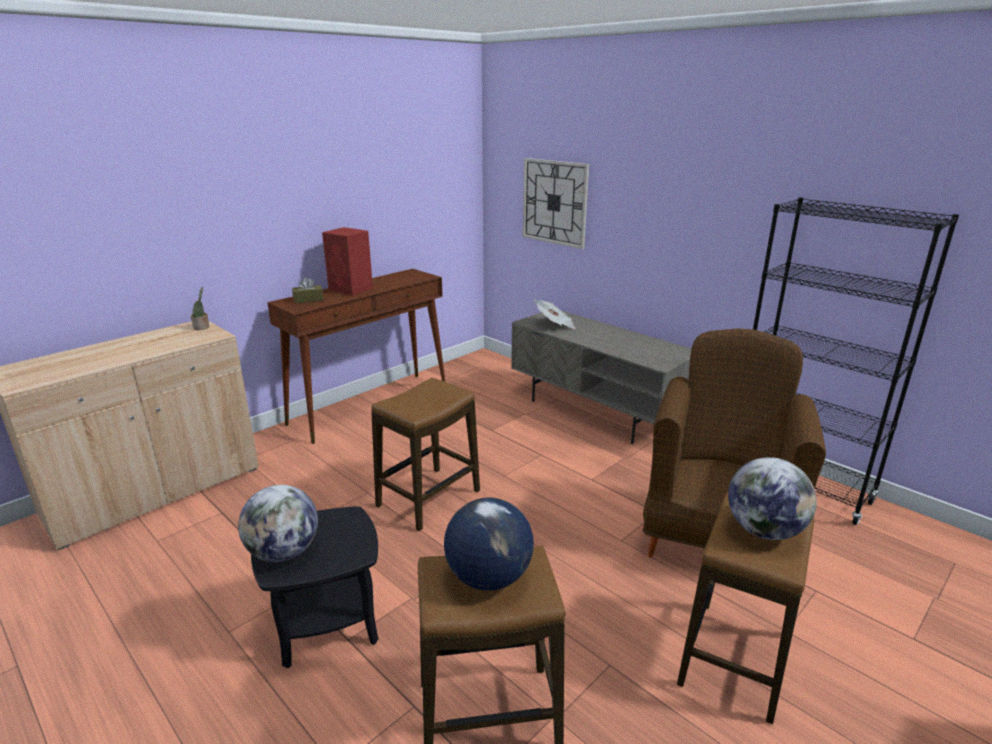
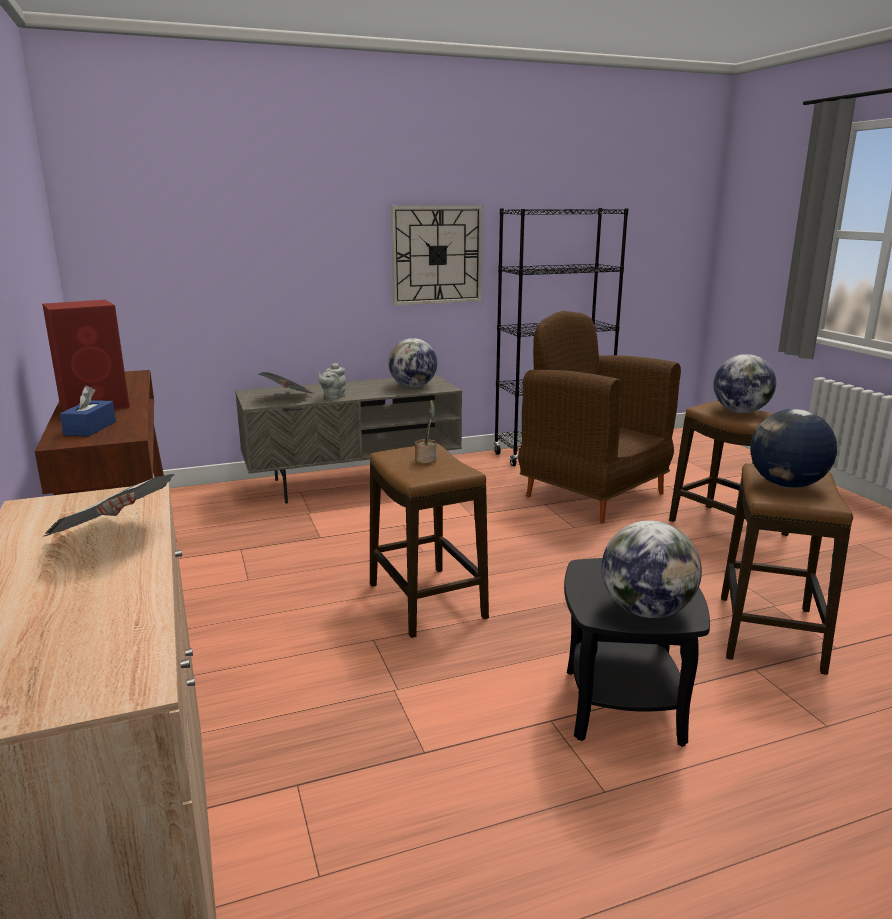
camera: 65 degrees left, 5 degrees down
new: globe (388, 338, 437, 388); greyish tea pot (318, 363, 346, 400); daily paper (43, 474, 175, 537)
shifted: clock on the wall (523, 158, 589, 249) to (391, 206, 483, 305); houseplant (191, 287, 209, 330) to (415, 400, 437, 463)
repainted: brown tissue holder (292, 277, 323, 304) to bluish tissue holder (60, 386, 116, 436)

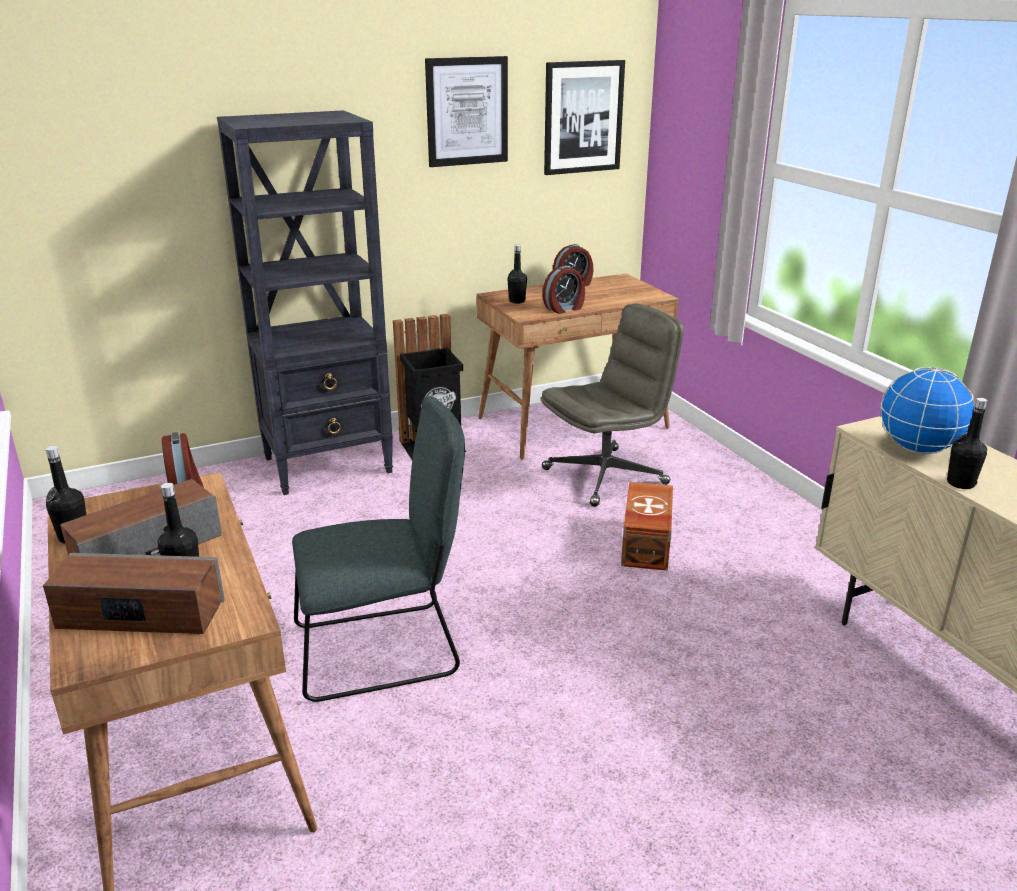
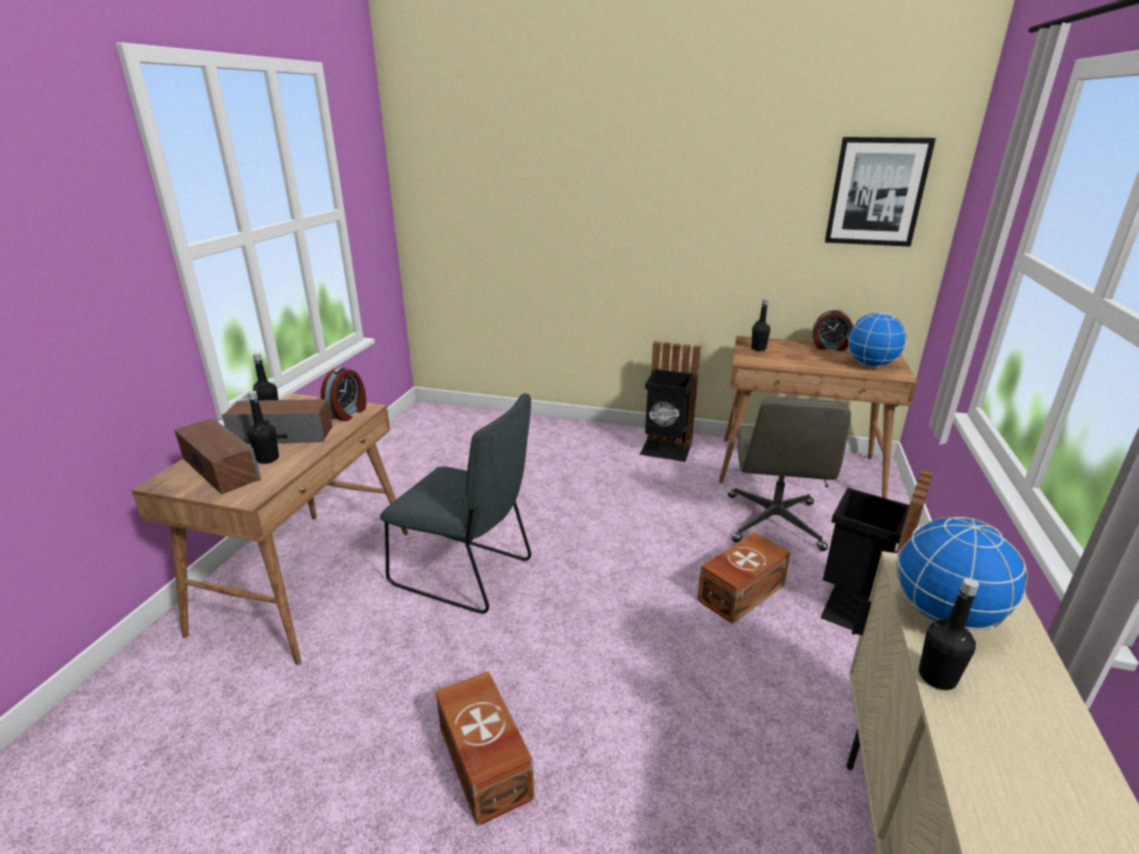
camera: 40 degrees right, 0 degrees up
gone: picture (425, 56, 508, 167); blackish shelving unit (217, 110, 393, 495); alarm clock (543, 265, 585, 314)
new: globe (847, 312, 907, 367); blackish trash can (820, 469, 934, 630); brown storage container (436, 671, 534, 826)
rotated: greyish office chair (541, 304, 684, 507) = (728, 397, 851, 551) 90 degrees clockwise

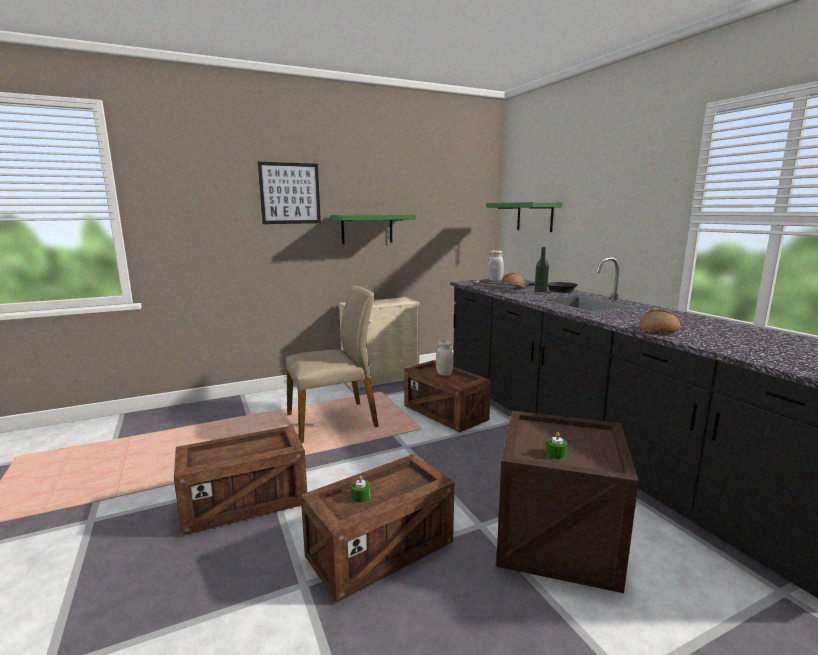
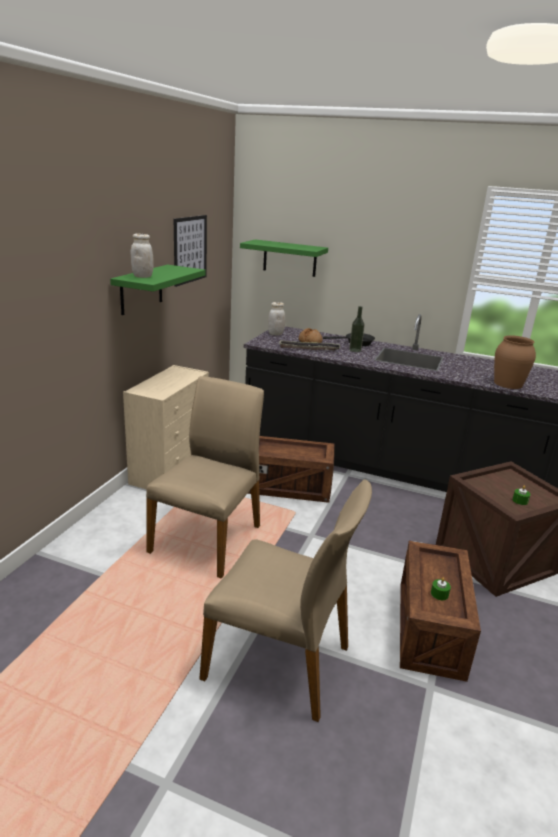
camera: 45 degrees left, 10 degrees up
shifted: picture (258, 162, 321, 224) to (174, 215, 207, 287); whitish jar (436, 340, 453, 376) to (131, 234, 153, 278)
swapped: bakery bread (639, 309, 680, 333) to brown decorative vase (494, 335, 536, 389); packing crate (174, 425, 307, 536) to sand-coloured upright chair (199, 479, 372, 722)

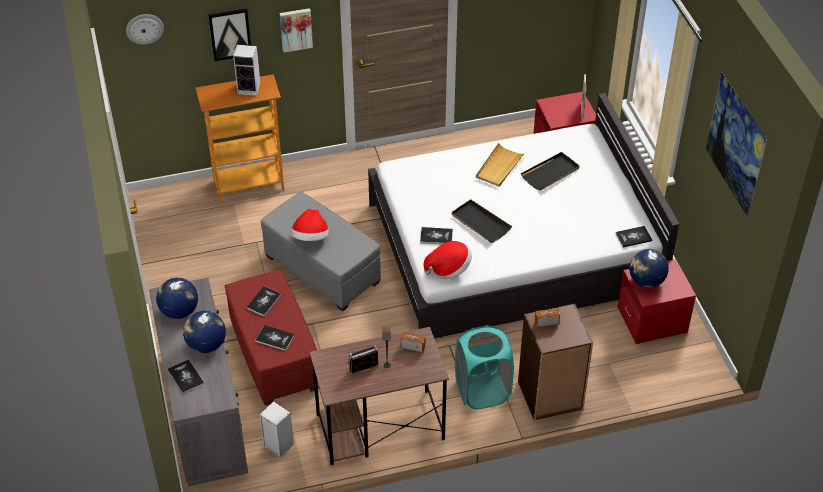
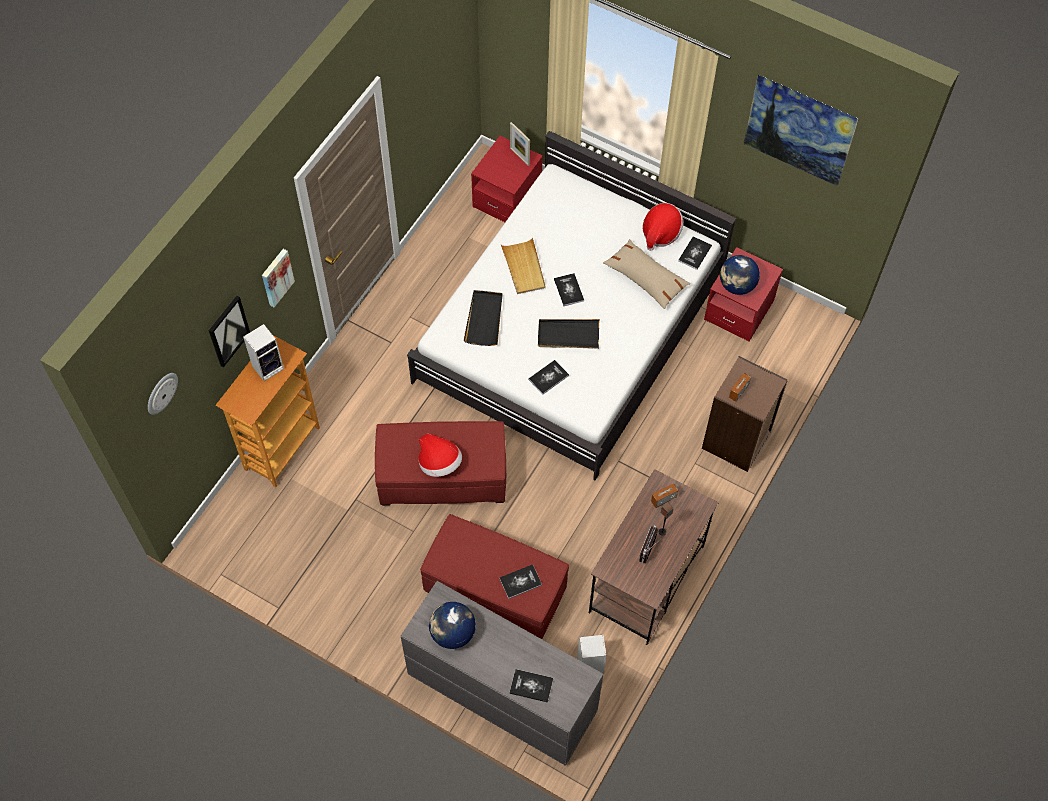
camera: 45 degrees left, 15 degrees up
gone: globe (183, 311, 226, 353); turquoise washing basket (455, 325, 514, 409)
new: sand-coloured throw pillow (603, 239, 691, 309)
shifted: blackish serving tray (521, 152, 580, 191) to (463, 290, 503, 346); hat (424, 241, 472, 279) to (642, 203, 683, 251); volume (246, 286, 281, 317) to (554, 273, 584, 306)
repainted: greyish pouffe (260, 192, 381, 312) to reddish pouffe (375, 421, 506, 506)

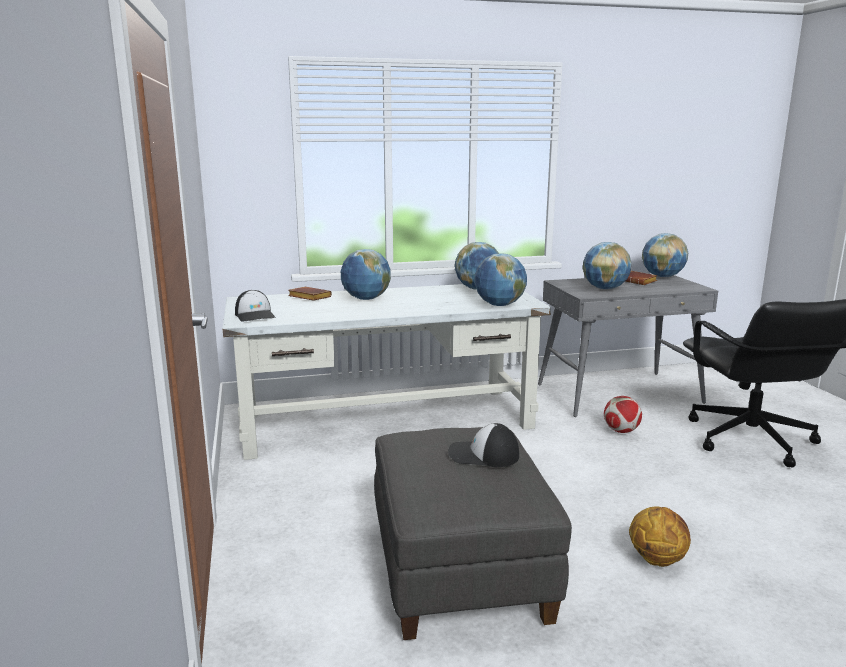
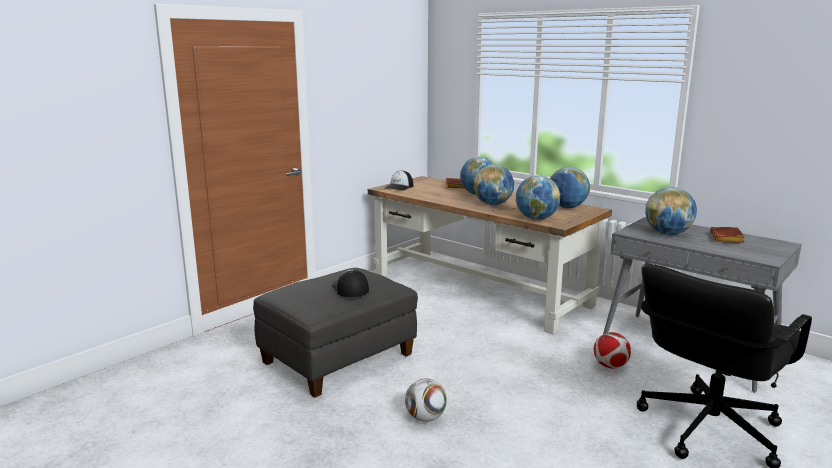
camera: 55 degrees right, 0 degrees up
shifted: globe (642, 233, 688, 277) to (474, 165, 514, 205)
swapped: ball for basketball (629, 506, 691, 567) to football (405, 379, 447, 422)
repainted: whitish desk table (222, 284, 551, 460) to brown desk table (368, 176, 612, 335)

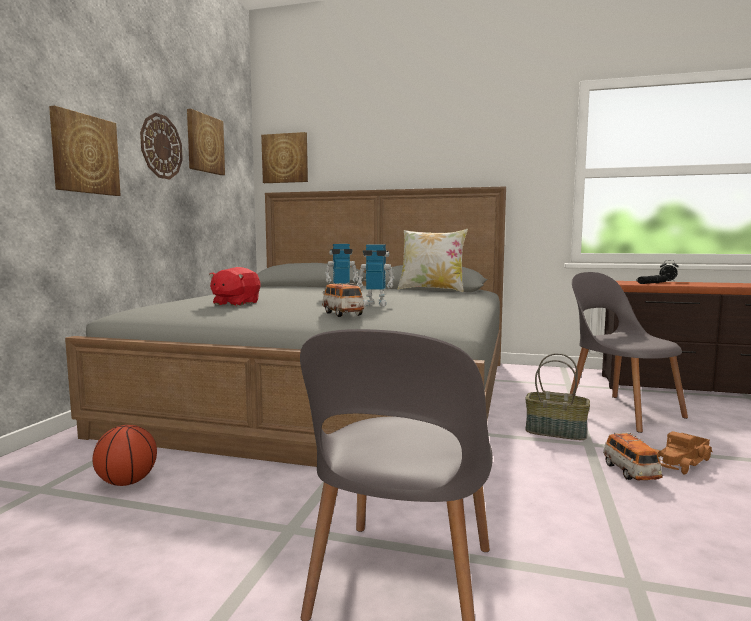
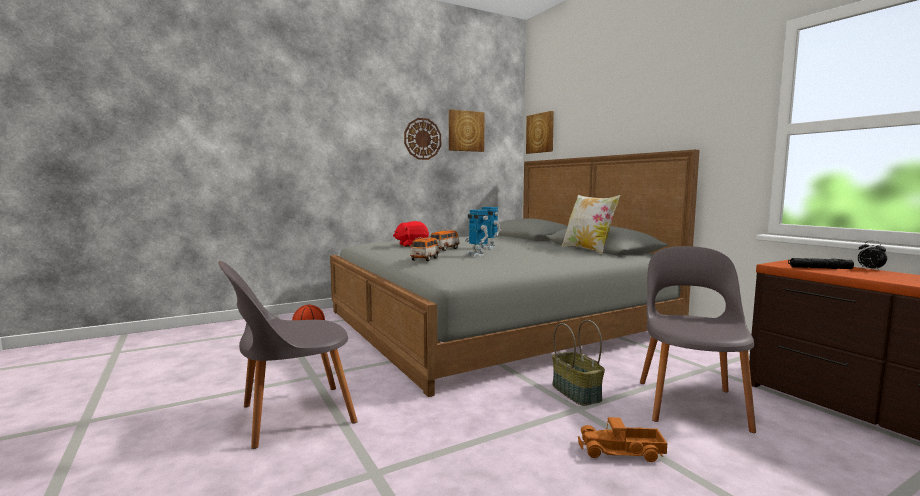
camera: 45 degrees right, 0 degrees up
gone: picture (49, 106, 121, 196)
shifted: model car (603, 432, 663, 481) to (430, 229, 459, 251)

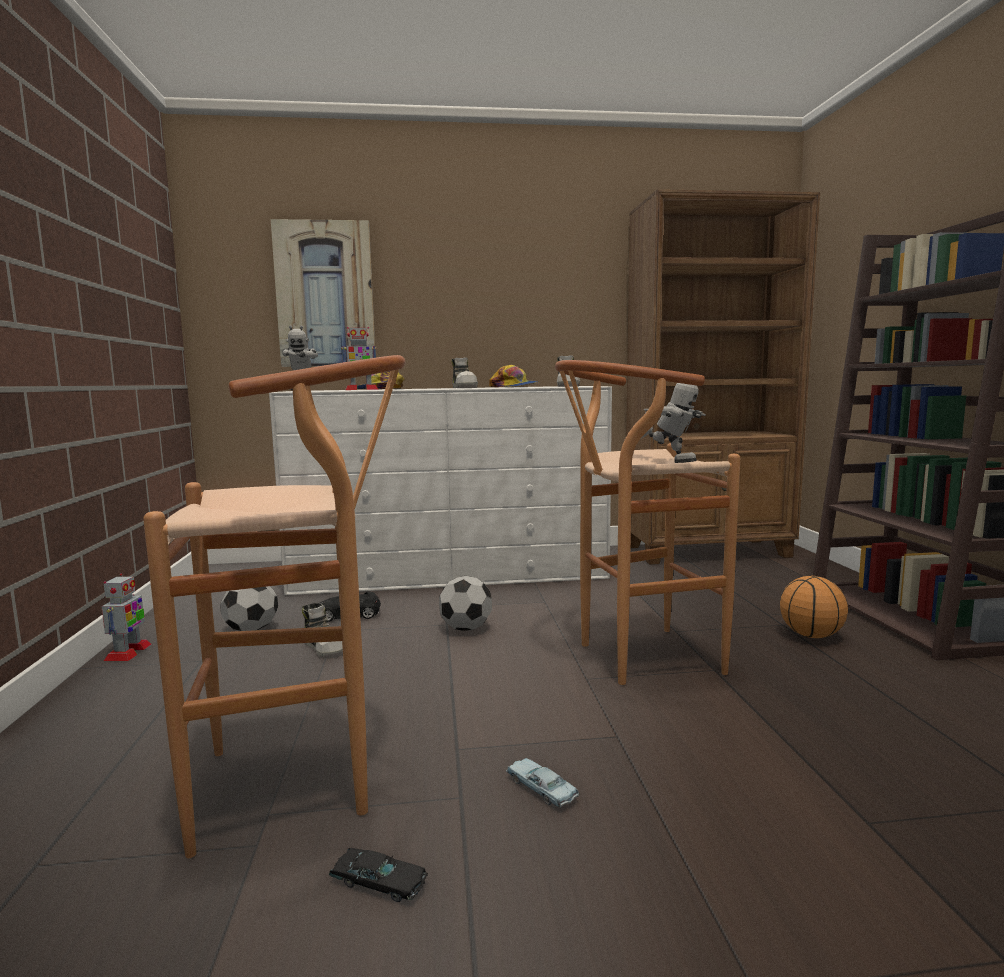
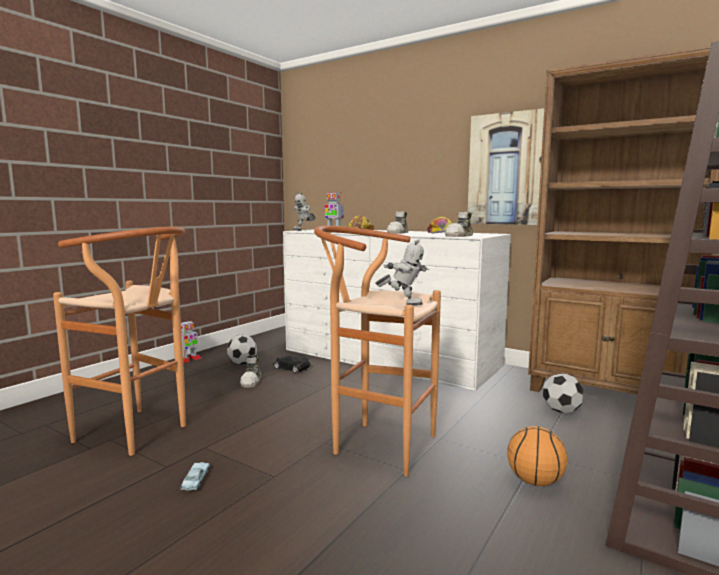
camera: 40 degrees right, 0 degrees up
gone: blackish model car (329, 848, 428, 902)
shifted: picture (271, 219, 375, 367) to (468, 108, 544, 225); football (439, 576, 492, 631) to (543, 374, 584, 413)
rotated: model robot (641, 383, 706, 463) = (375, 240, 429, 306) 45 degrees counterclockwise

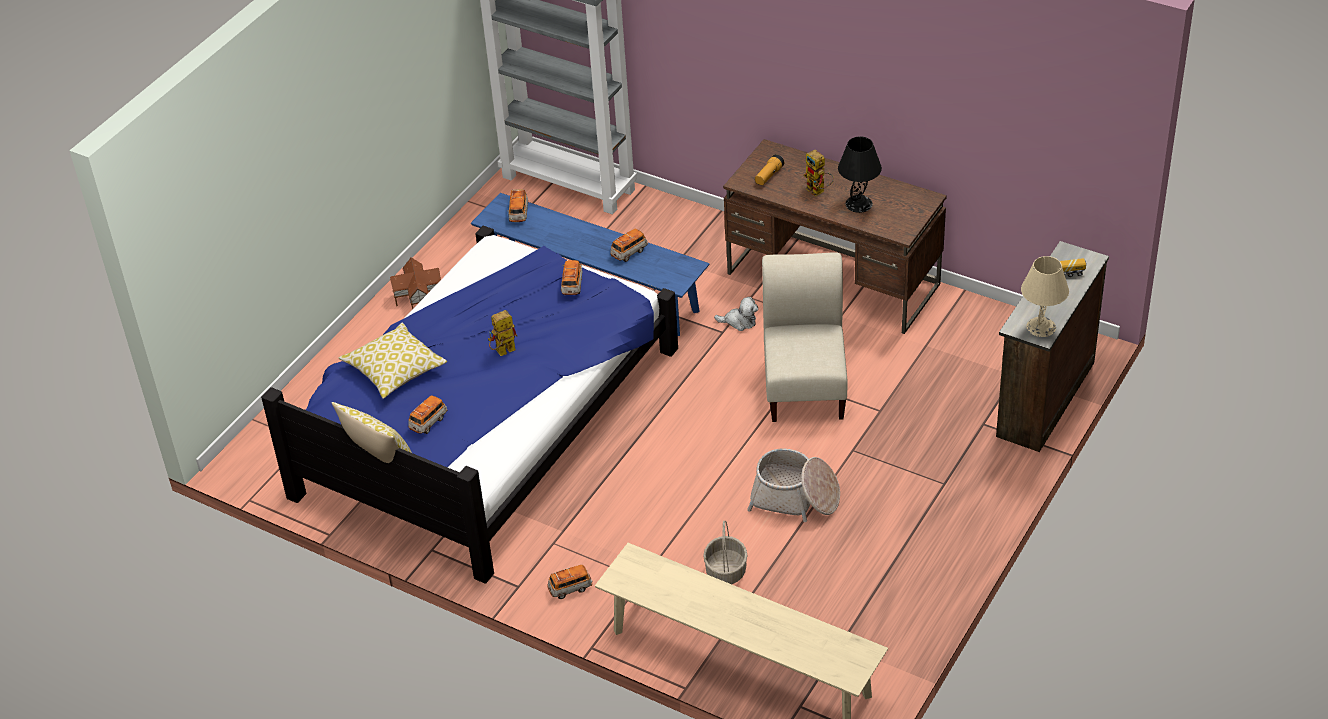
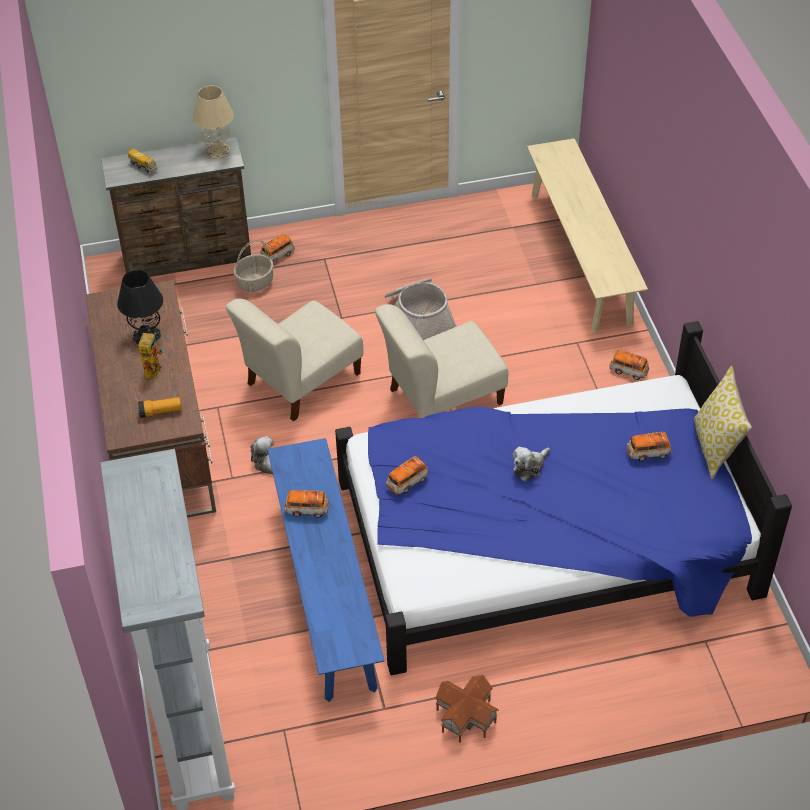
camera: 135 degrees left, 5 degrees up
gone: throw pillow (339, 323, 447, 399)
new: sand-coloured upright chair (375, 304, 508, 418)
shifted: model car (507, 189, 528, 222) to (260, 234, 295, 265); household basket (703, 521, 748, 584) to (233, 240, 274, 292)
swapped: model robot (488, 310, 517, 356) to plush toy (513, 447, 550, 481)

